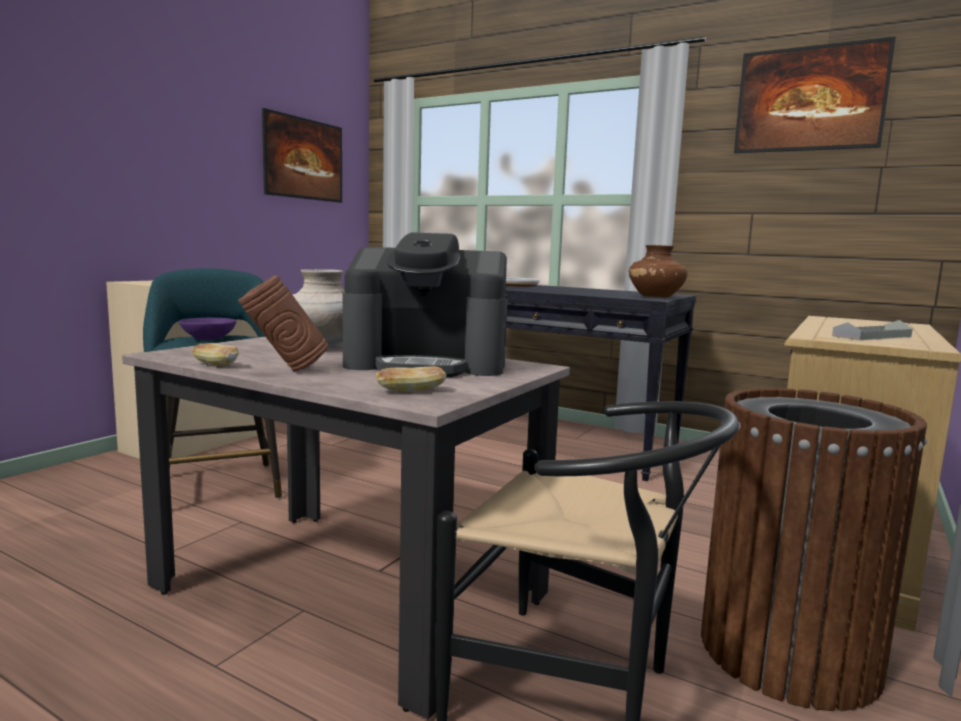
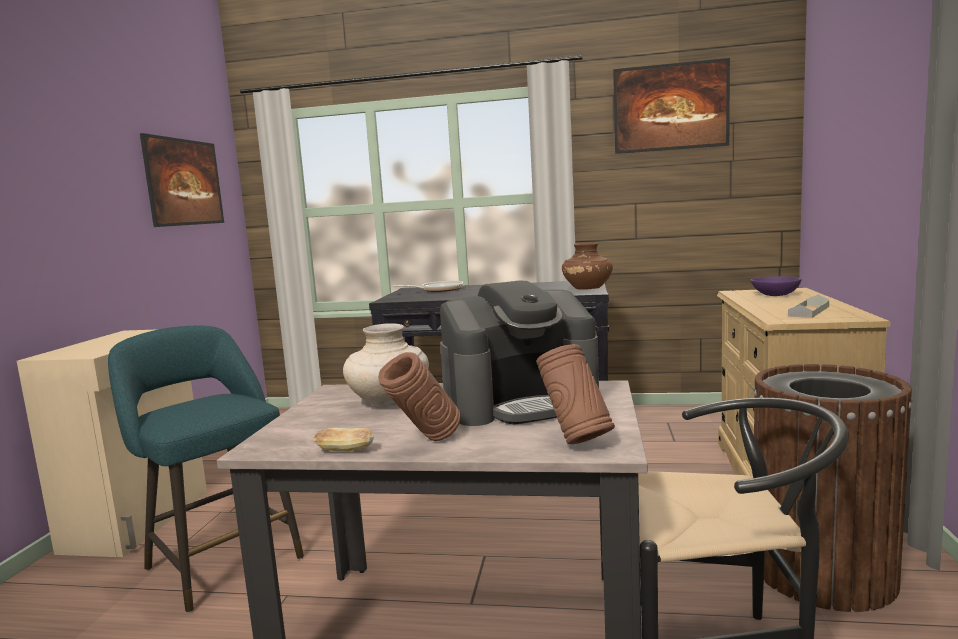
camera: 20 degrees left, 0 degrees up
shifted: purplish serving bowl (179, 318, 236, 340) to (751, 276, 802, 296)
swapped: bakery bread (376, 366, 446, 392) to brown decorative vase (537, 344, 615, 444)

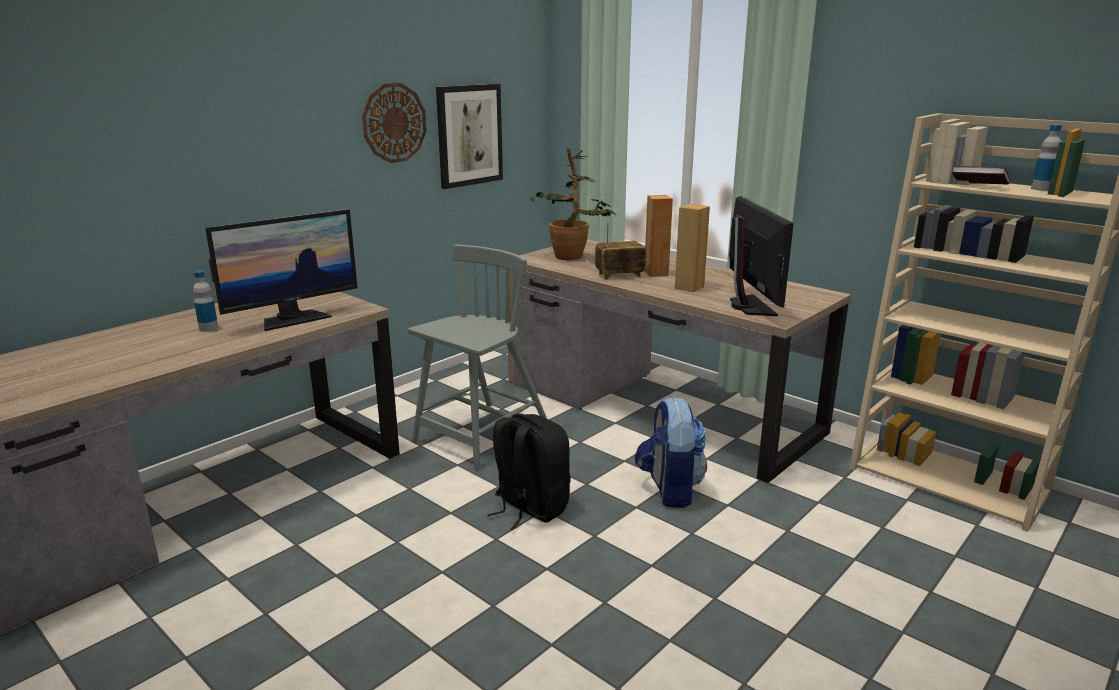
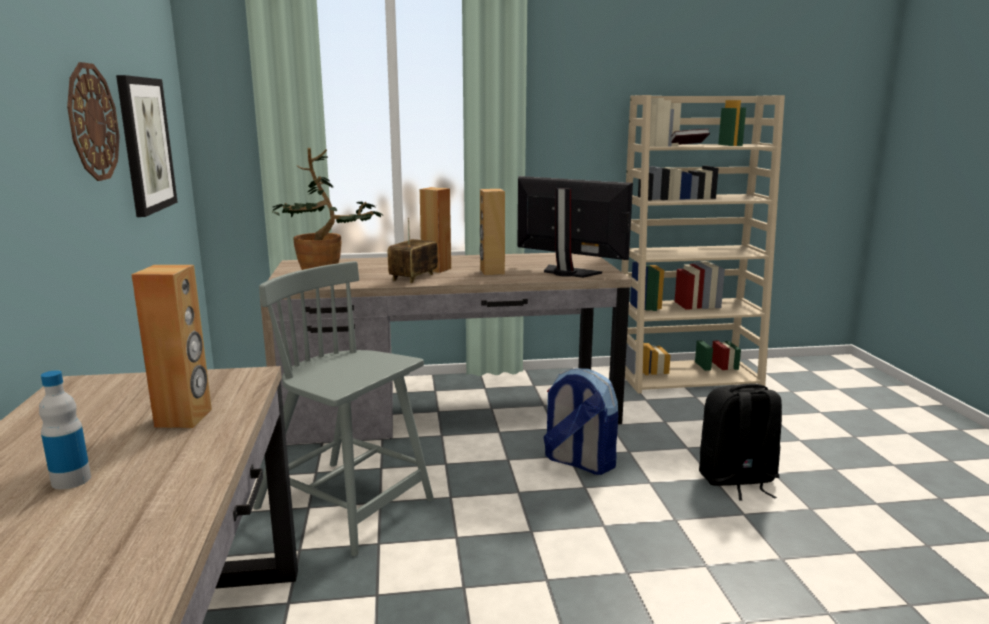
camera: 50 degrees left, 5 degrees down
gone: beverage bottle (1031, 124, 1062, 191)
shifted: blackish rucksack (487, 413, 571, 530) to (699, 384, 782, 501)
swapped: computer display (205, 209, 358, 331) to brown loudspeaker (131, 265, 212, 428)
rotated: greyish upright chair (408, 244, 547, 470) = (253, 261, 434, 556) 45 degrees counterclockwise

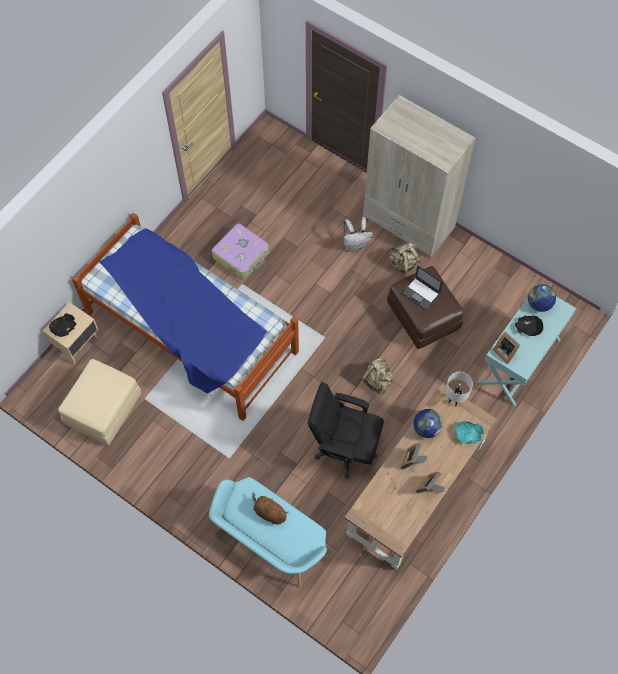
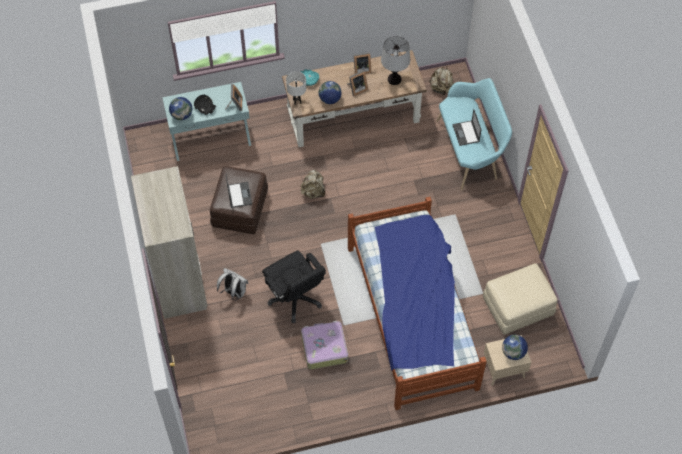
camera: 140 degrees left, 5 degrees down
new: table lamp (381, 36, 410, 85)
shifted: sand-coloured rucksack (388, 242, 421, 274) to (429, 66, 454, 95); blackish office chair (308, 382, 384, 479) to (262, 251, 326, 323)
swapped: blackish serving bowl (49, 313, 76, 337) to globe (502, 335, 528, 360); brown plush toy (252, 492, 288, 525) to notebook computer (452, 109, 482, 146)

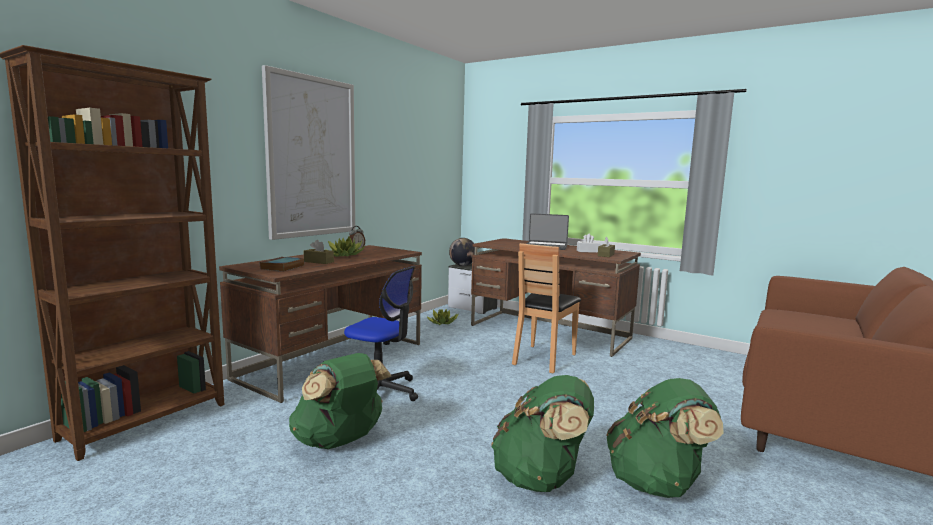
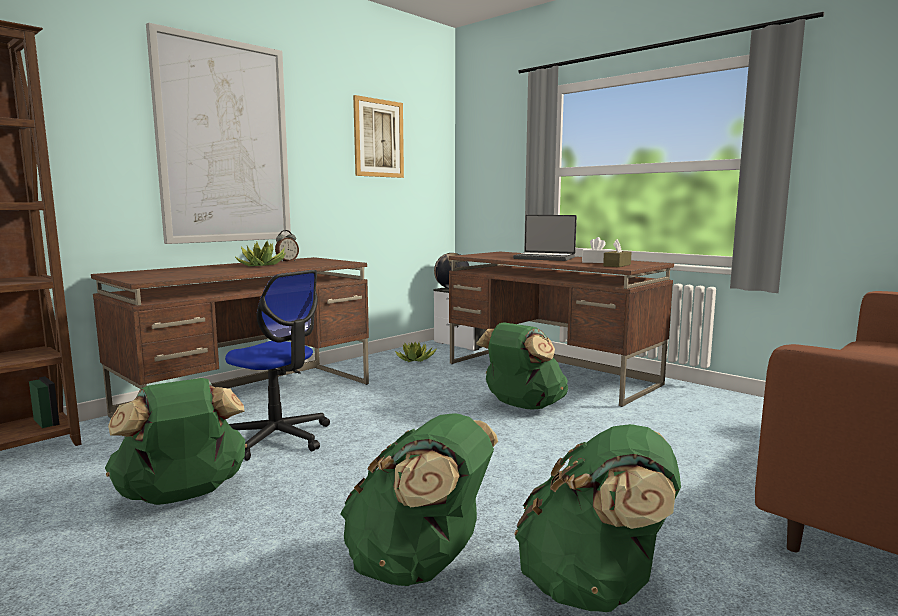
camera: 10 degrees right, 0 degrees up
gone: brown tissue holder (304, 240, 334, 264); volume (260, 257, 304, 272)
new: picture (353, 95, 404, 178)
swapped: brown upright chair (512, 243, 581, 373) to green-coloured rucksack (476, 322, 568, 410)

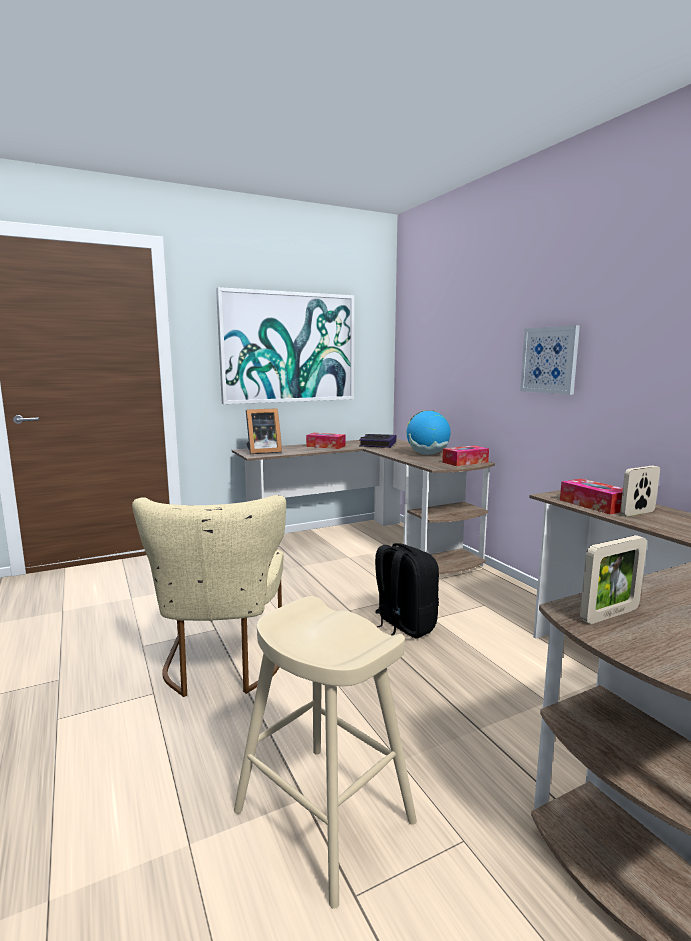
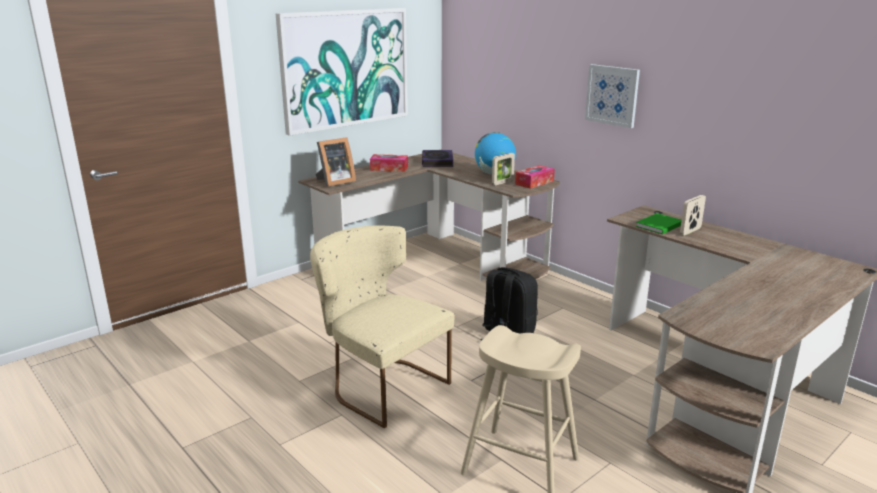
camera: 15 degrees left, 10 degrees up
shifted: standing frame (580, 535, 647, 624) to (492, 153, 515, 185)
swapped: tissue holder (560, 478, 623, 515) to green-coloured volume (636, 213, 682, 234)
rotated: sand-coloured upright chair (132, 495, 286, 697) = (310, 226, 455, 428) 150 degrees clockwise

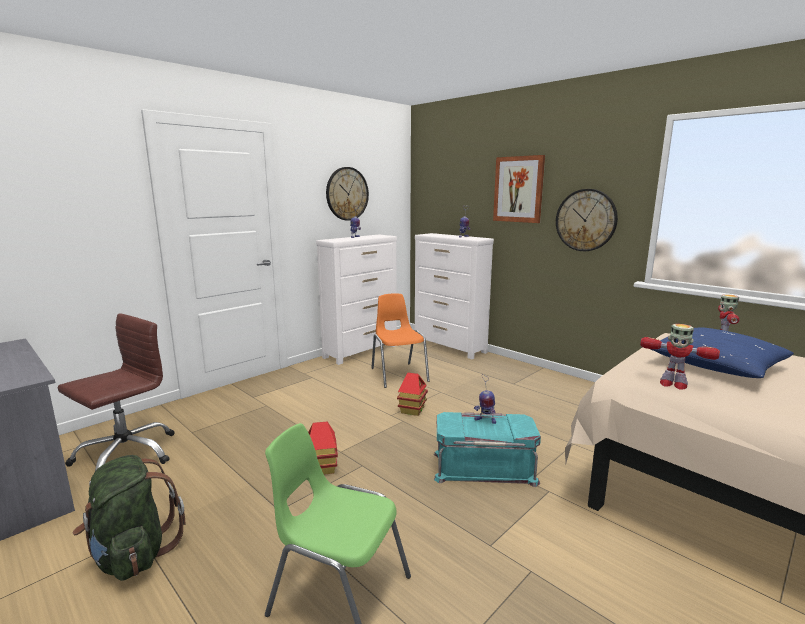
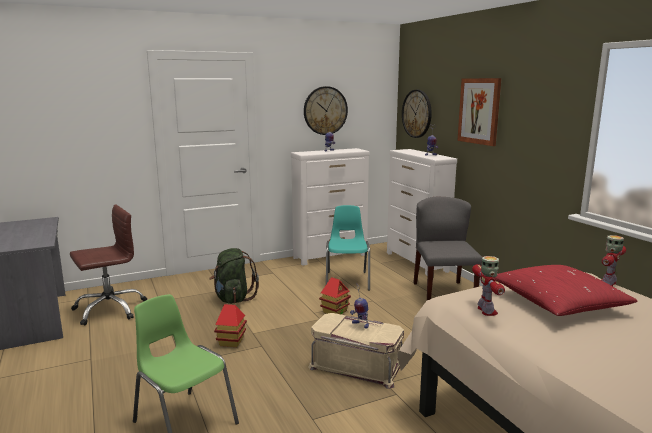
camera: 20 degrees right, 0 degrees up
new: greyish upright chair (413, 197, 482, 300)
shifted: clock on the wall (556, 189, 618, 251) to (402, 90, 432, 138); green-coloured rucksack (72, 455, 186, 581) to (209, 248, 259, 304)
repainted: orange upright chair (371, 293, 430, 388) to turquoise upright chair (326, 205, 370, 291); bluish throw pillow (651, 327, 794, 378) to reddish throw pillow (495, 265, 638, 316); turquoise storage container (434, 412, 541, 487) to sand-coloured storage container (308, 313, 404, 389)
rotated: model robot (640, 324, 720, 390) = (472, 256, 505, 316) 150 degrees counterclockwise

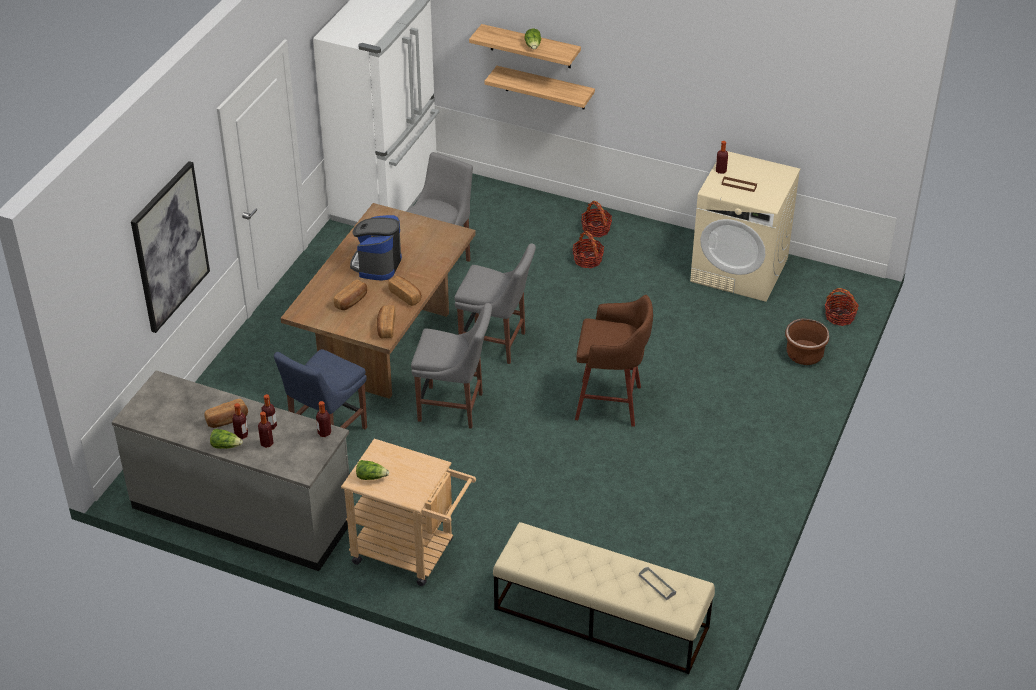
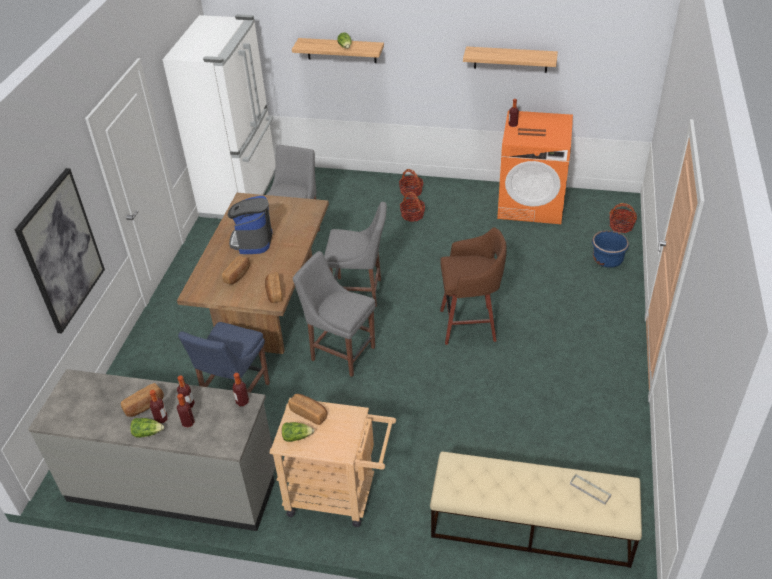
camera: 10 degrees left, 0 degrees up
shifted: bracket shelf (485, 66, 595, 109) to (463, 46, 558, 73); bakery bread (388, 276, 422, 306) to (288, 394, 327, 425)
repainted: sand-coloured laundry machine (690, 151, 800, 302) to orange laundry machine (497, 110, 573, 224); brown planter (785, 318, 829, 365) to bluish planter (592, 230, 629, 268)
rotated: greyish upright chair (411, 303, 492, 429) = (293, 251, 376, 377) 150 degrees counterclockwise

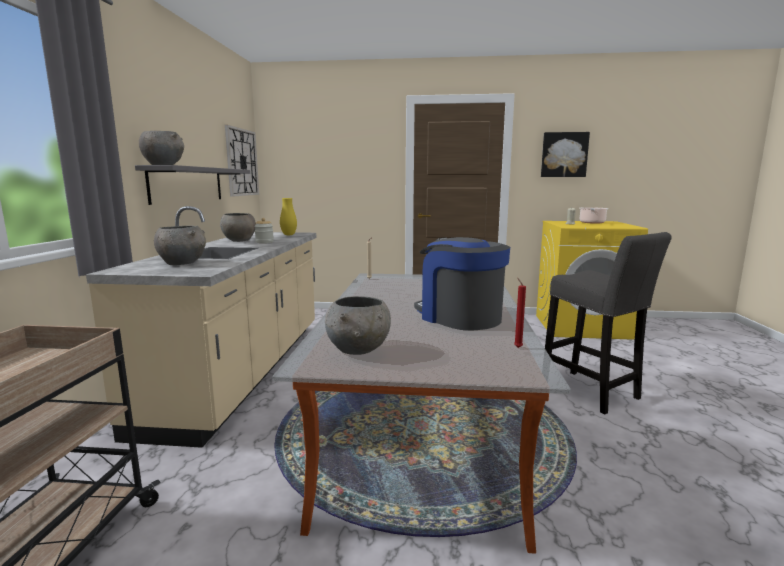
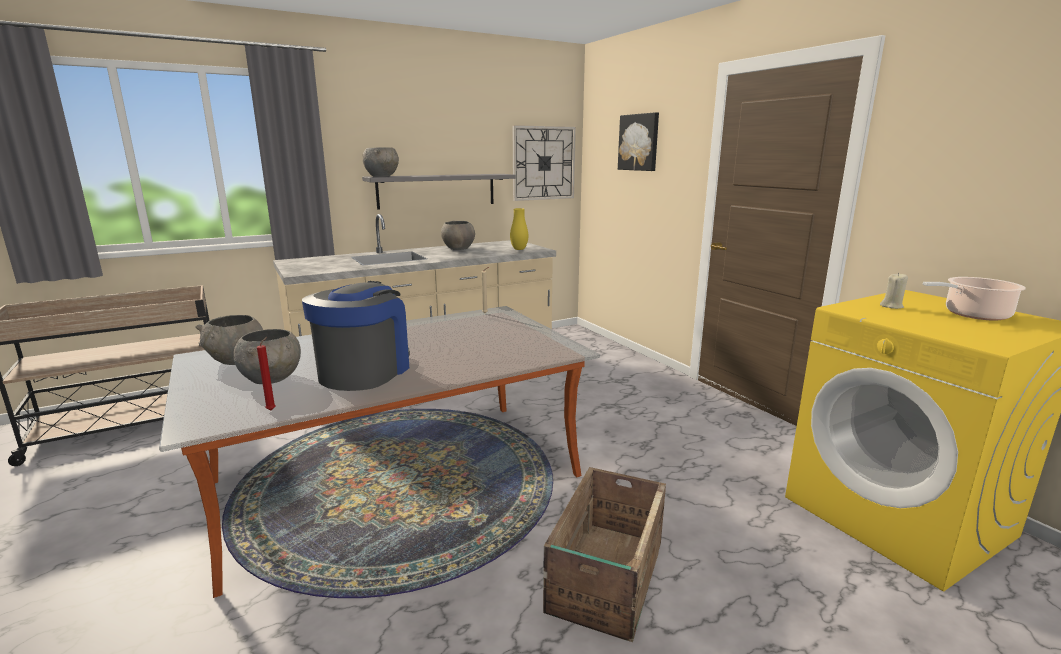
camera: 55 degrees right, 5 degrees up
gone: jar (254, 218, 274, 243)
shifted: picture (541, 132, 590, 177) to (618, 112, 659, 171); greyish serving bowl (154, 225, 206, 265) to (234, 329, 301, 384)
swapped: greyish stool (545, 232, 672, 414) to packing crate (543, 467, 666, 642)

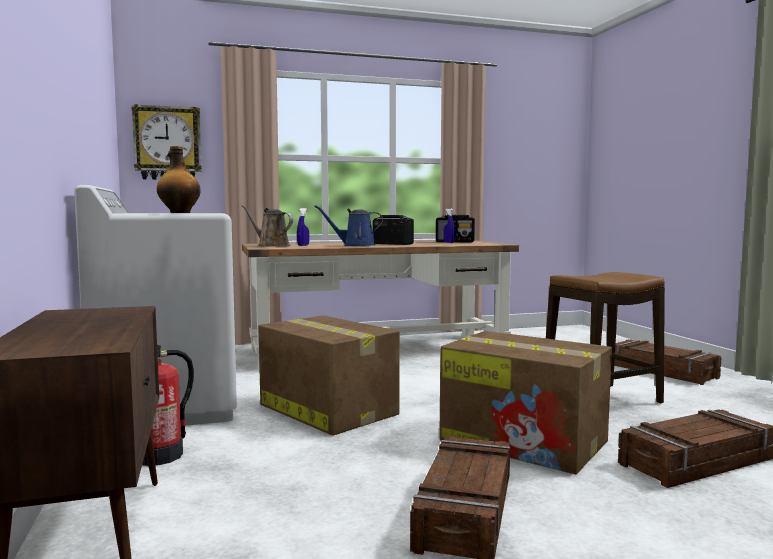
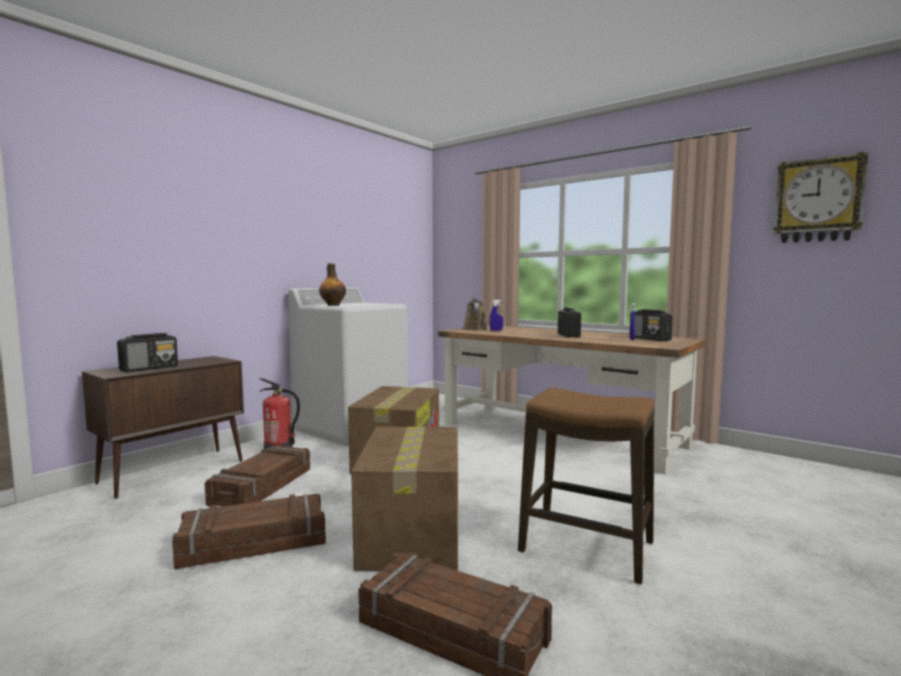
camera: 55 degrees right, 0 degrees up
gone: bluish watering can (314, 205, 383, 246)
new: radio receiver (117, 333, 178, 372)
shifted: clock on the wall (132, 104, 202, 180) to (773, 152, 868, 243); packing crate (614, 340, 722, 385) to (205, 445, 310, 507)

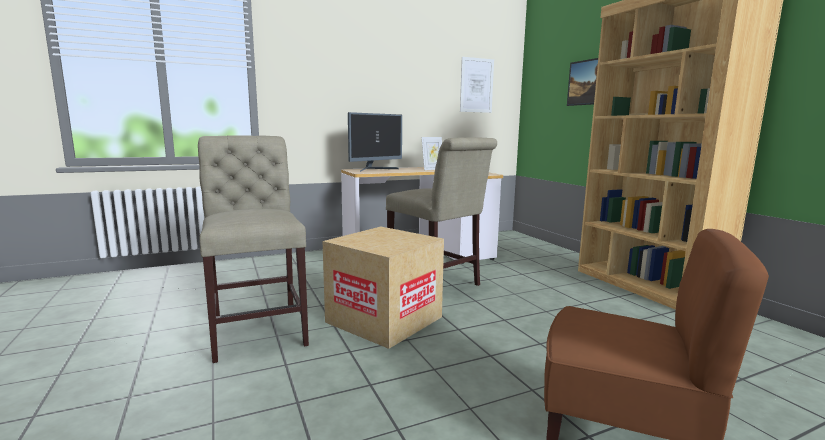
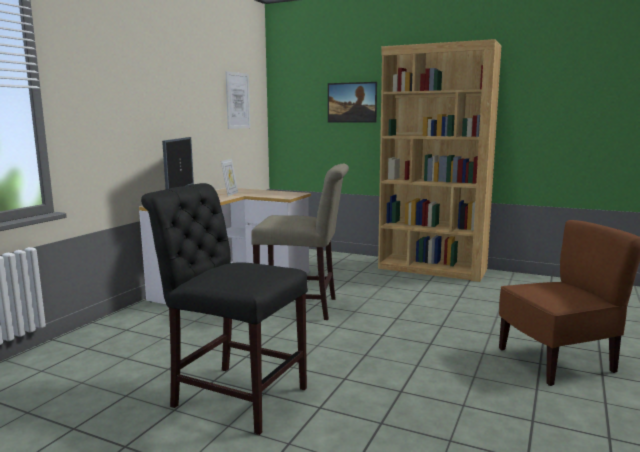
camera: 40 degrees left, 0 degrees up
gone: cardboard box (322, 227, 444, 349)
repainted: sand-coloured upright chair (198, 135, 309, 363) to blackish upright chair (141, 183, 308, 435)

